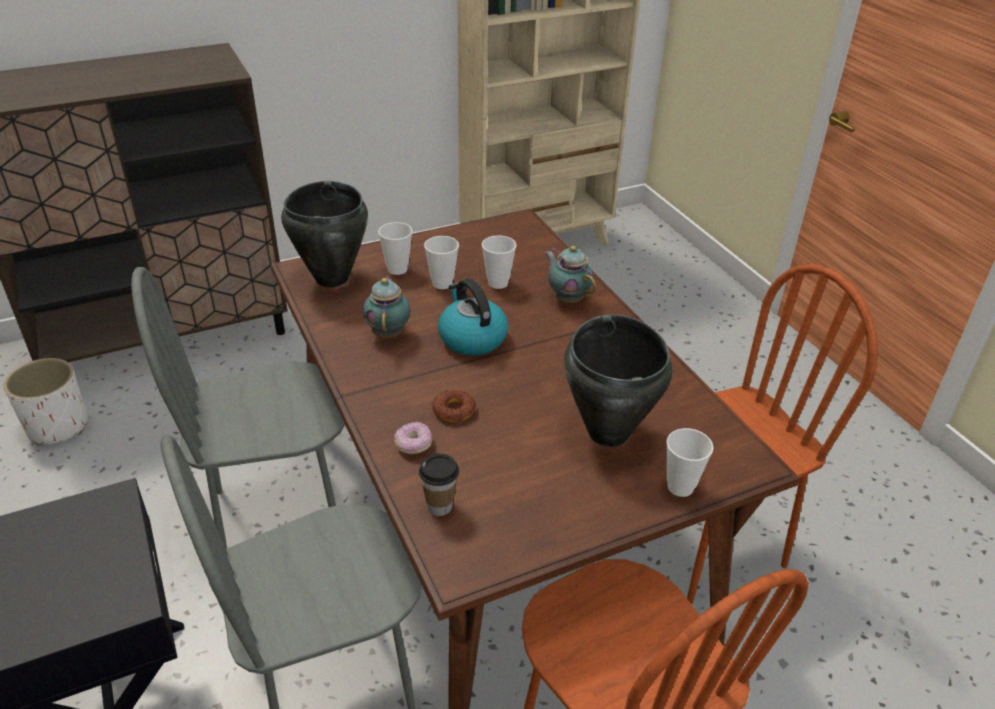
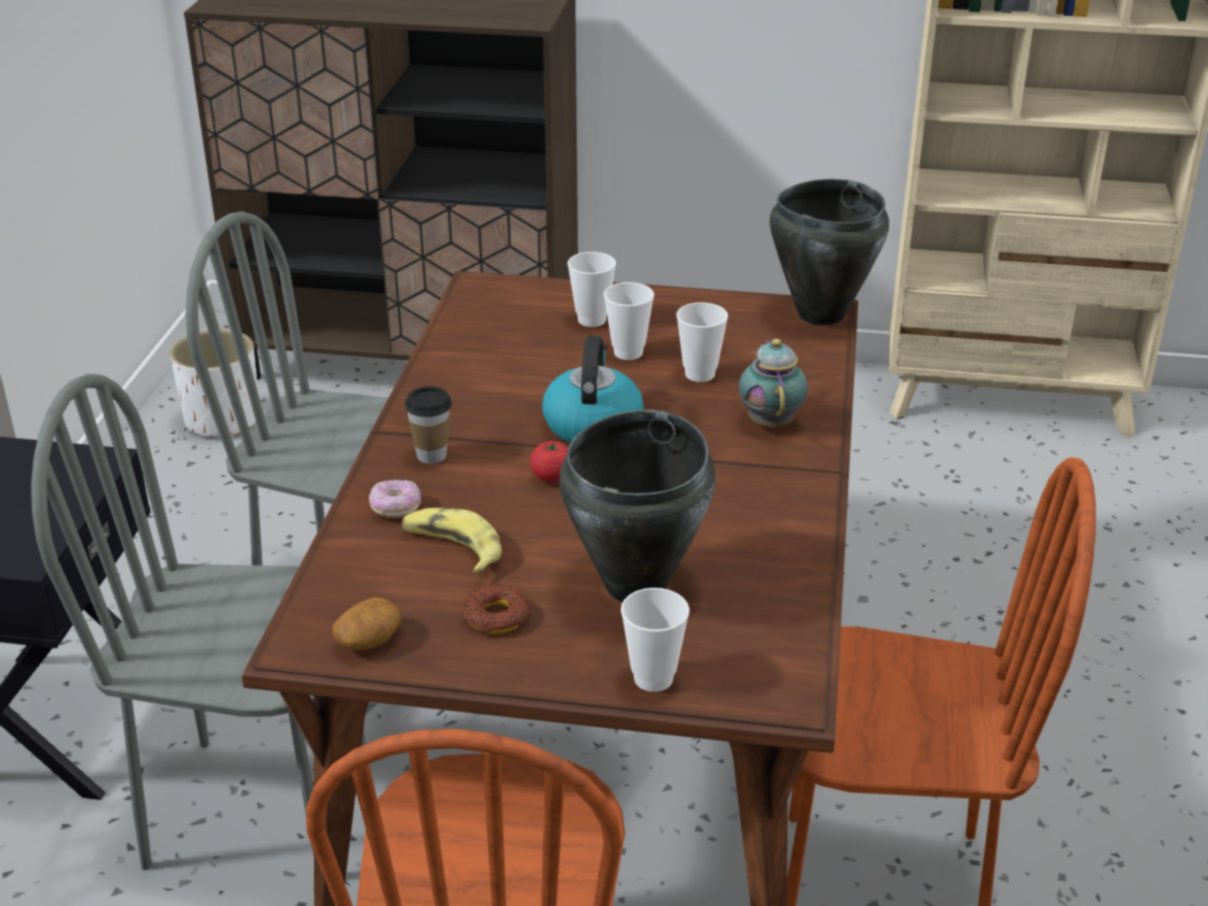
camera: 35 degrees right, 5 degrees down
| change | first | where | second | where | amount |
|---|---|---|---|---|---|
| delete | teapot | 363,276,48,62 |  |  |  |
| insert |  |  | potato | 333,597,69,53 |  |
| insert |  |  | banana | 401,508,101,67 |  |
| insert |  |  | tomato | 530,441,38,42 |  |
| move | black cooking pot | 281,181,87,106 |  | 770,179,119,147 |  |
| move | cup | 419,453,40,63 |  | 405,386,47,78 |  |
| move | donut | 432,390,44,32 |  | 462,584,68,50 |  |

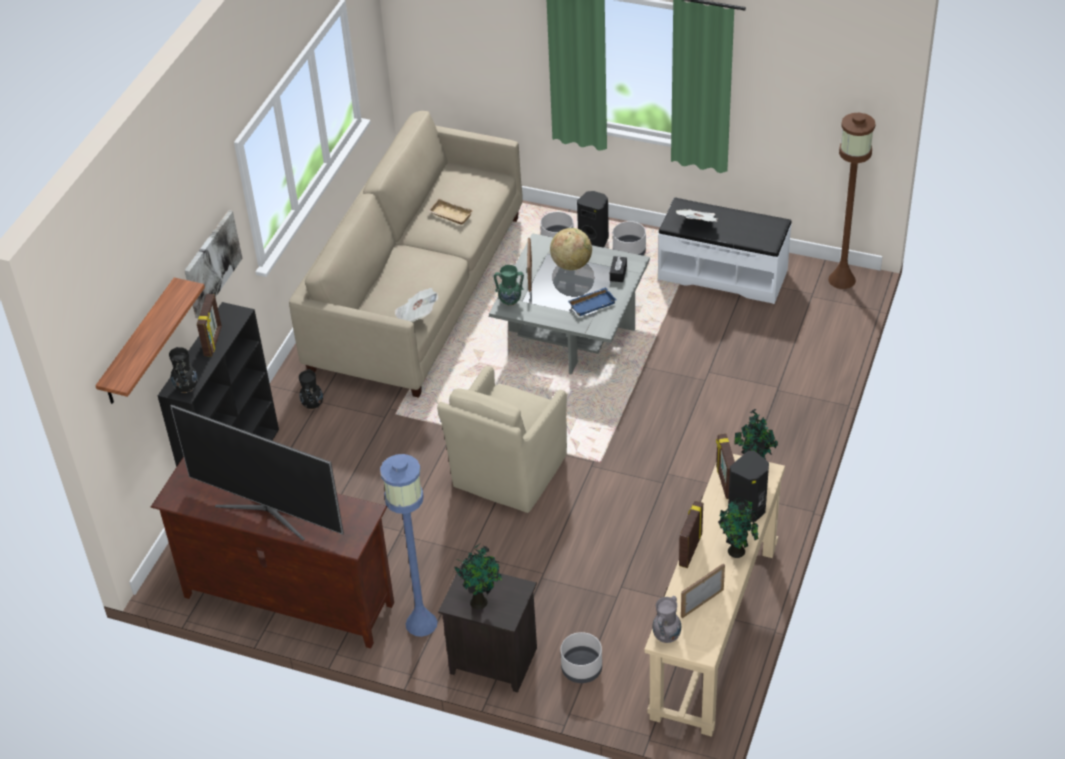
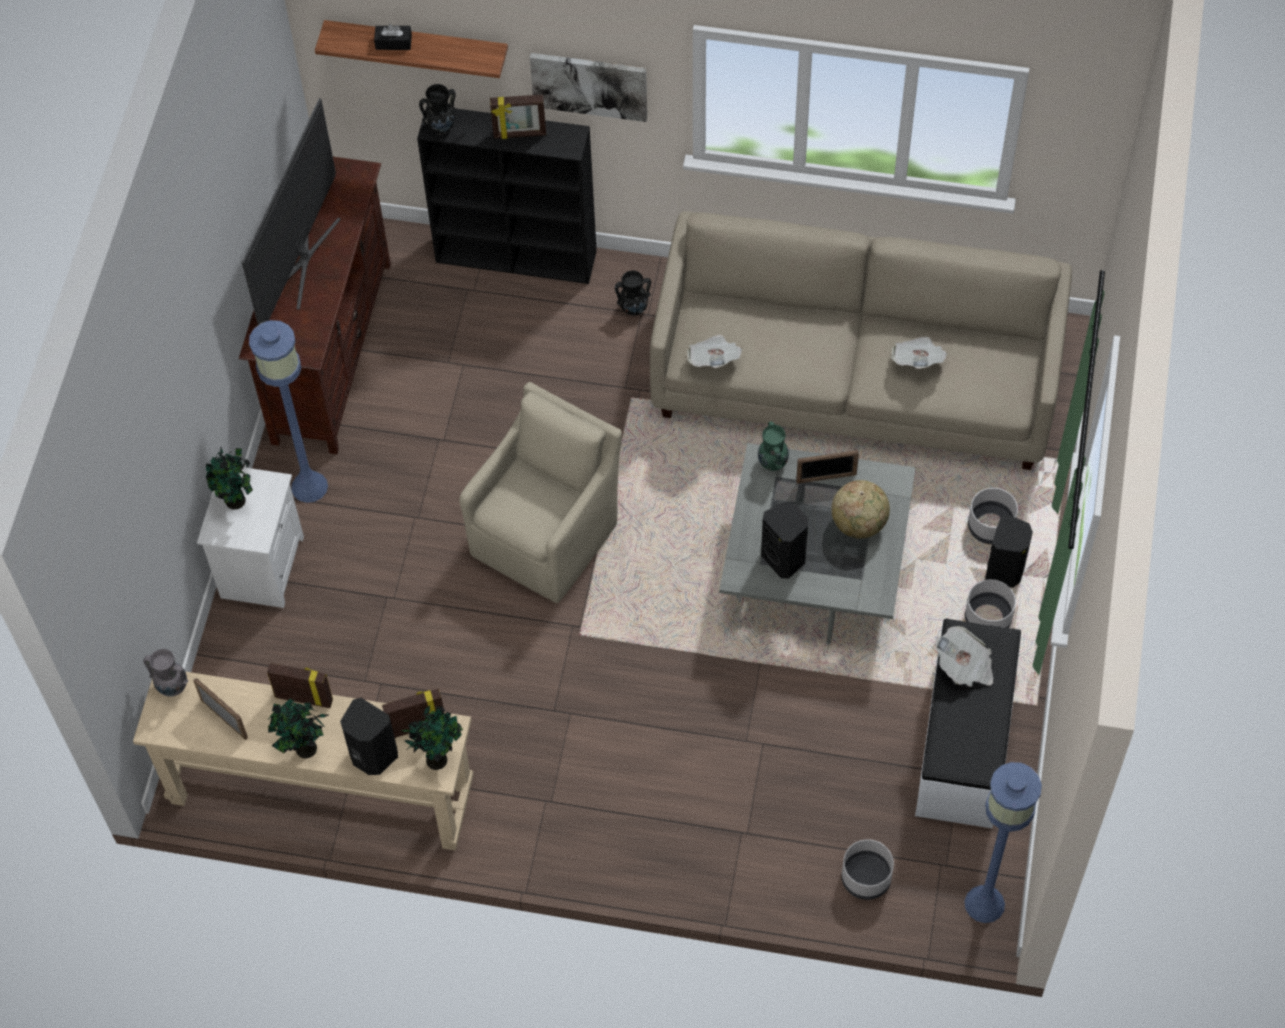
camera: 80 degrees right, 15 degrees up
| change | first | where | second | where | amount |
|---|---|---|---|---|---|
| move | grey planter | 561,632,41,51 |  | 842,839,52,61 |  |
| move | black tissue box | 610,255,17,27 |  | 374,24,38,26 |  |
| replace | beige tray | 428,199,45,26 | newspaper | 891,336,57,33 |  |
| replace | blue tray | 568,287,48,29 | black speaker | 761,501,47,78 |  |
| recolor | black nightstand | 438,564,99,128 | white nightstand | 197,467,107,141 |  |
| recolor | brown floor lamp | 828,113,47,176 | blue floor lamp | 965,762,77,161 |  |
| rotate | beige armchair | 437,366,130,147 |  | 459,382,163,221 | 105 degrees clockwise |

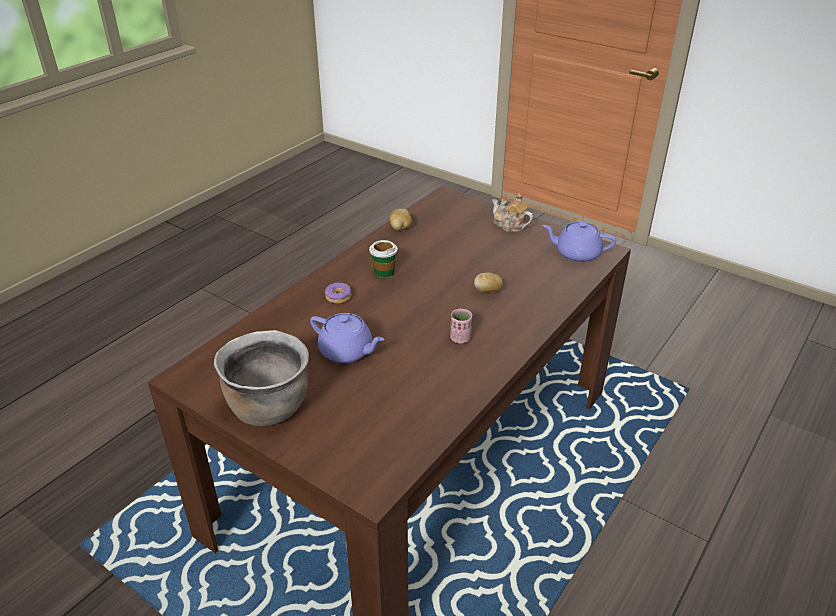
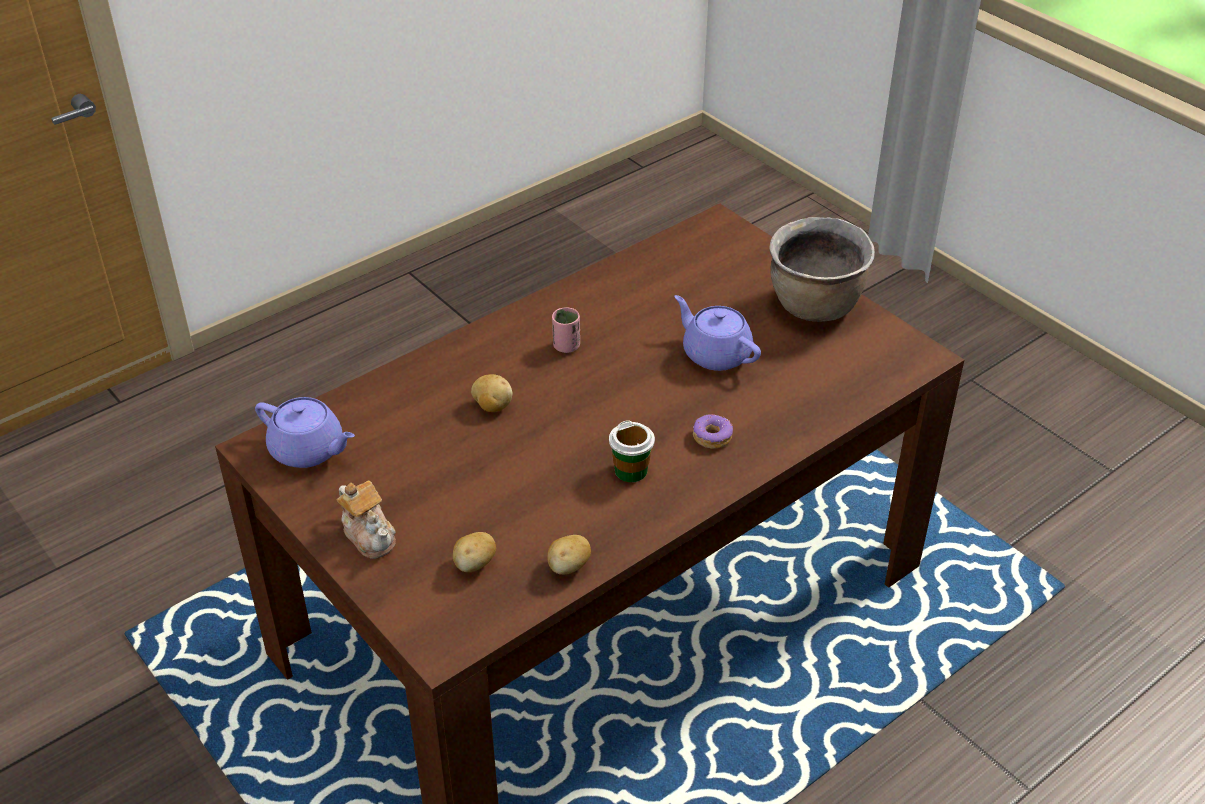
camera: 165 degrees left, 5 degrees up
| change | first | where | second | where | amount |
|---|---|---|---|---|---|
| insert |  |  | potato | 453,532,43,40 |  |

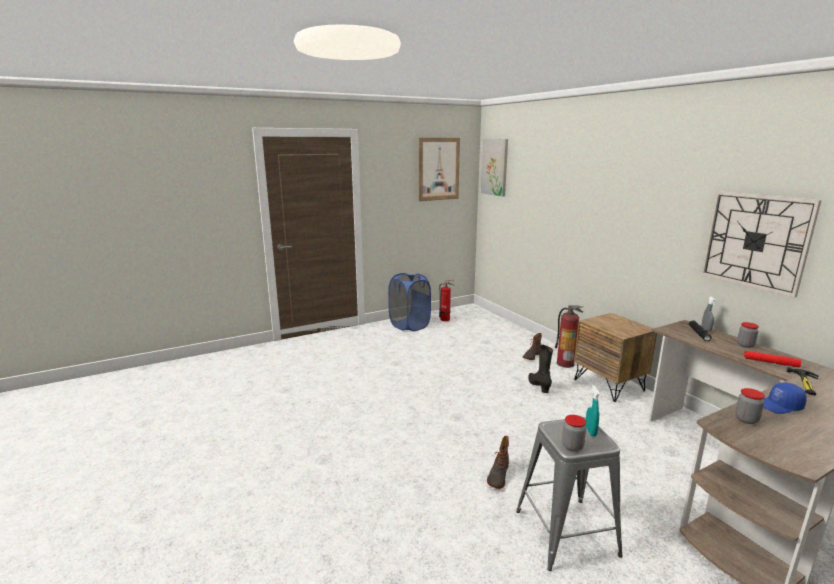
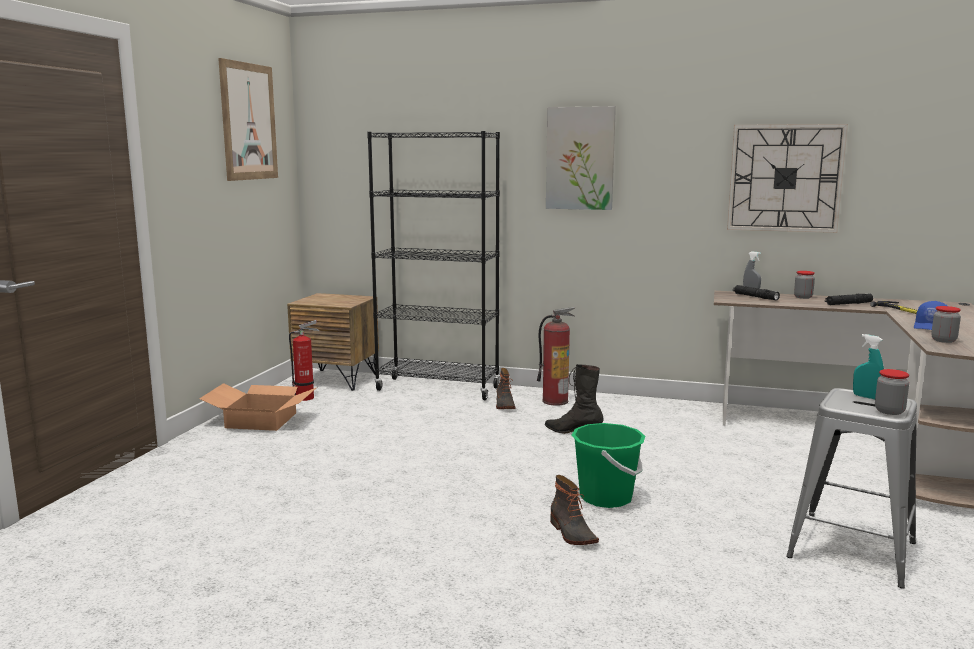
camera: 45 degrees left, 5 degrees down
| change | first | where | second | where | amount |
|---|---|---|---|---|---|
| insert |  |  | black bookcase | 367,131,133,269 |  |
| insert |  |  | green bucket | 572,423,73,85 |  |
| move | picture | 481,139,27,58 |  | 546,106,70,104 |  |
| move | boot | 487,436,22,53 |  | 550,475,49,70 |  |
| move | brown nightstand | 574,313,83,89 |  | 287,293,92,98 |  |
| replace | blue laundry basket | 388,273,43,58 | cardboard box | 199,383,117,48 |  |
| recolor | red flashlight | 744,351,57,16 | black flashlight | 825,293,48,12 |  |

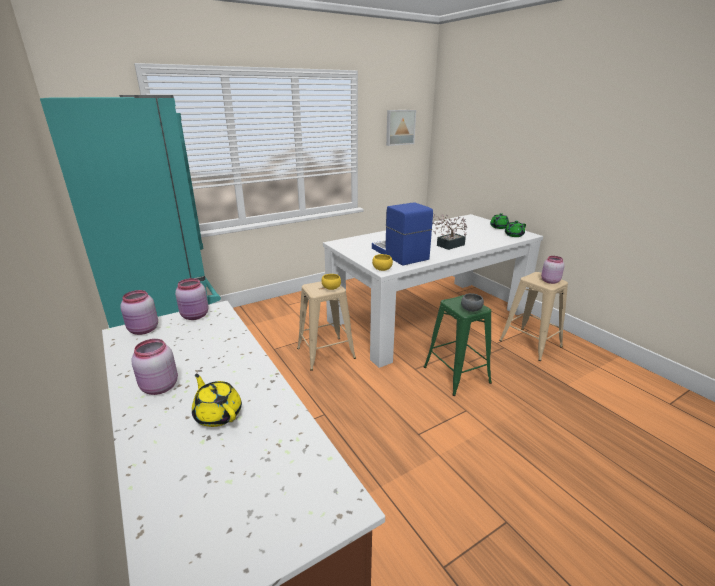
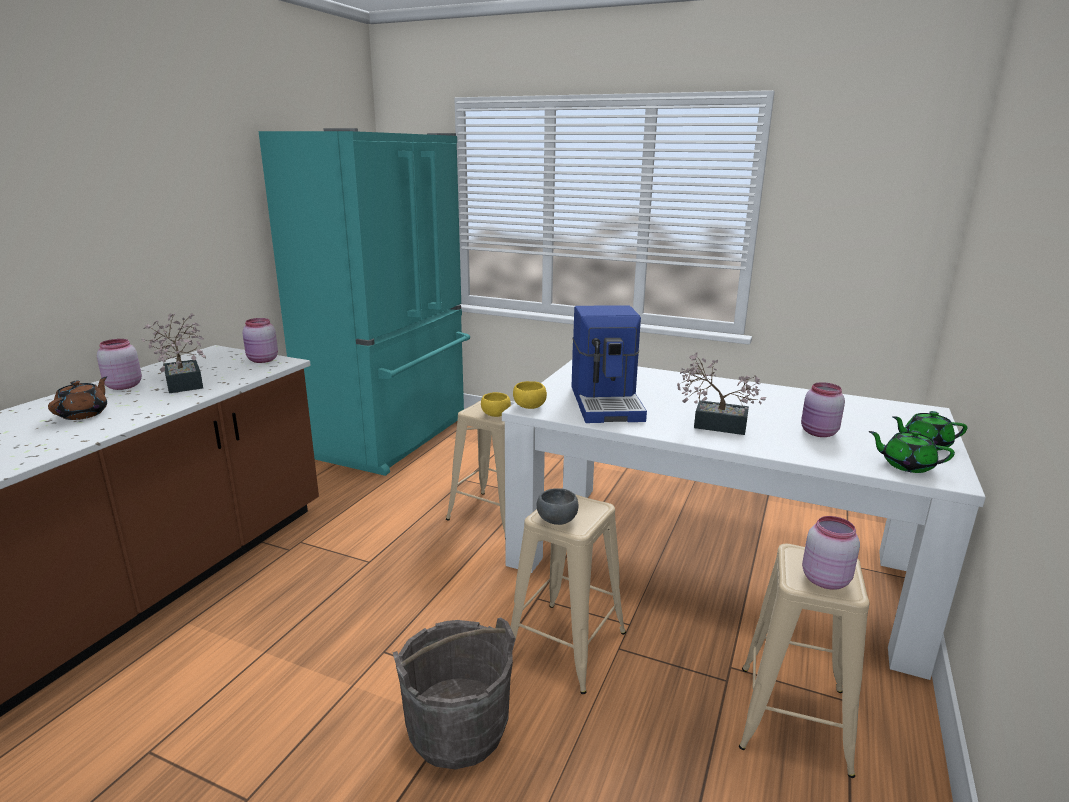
camera: 55 degrees right, 5 degrees down
| change | first | where | second | where | amount |
|---|---|---|---|---|---|
| delete | picture | 386,110,30,36 |  |  |  |
| insert |  |  | potted plant | 142,312,64,81 |  |
| insert |  |  | grey bucket | 393,617,123,153 |  |
| move | pink jar | 120,290,38,45 |  | 801,382,44,55 |  |
| recolor | yellow teapot | 192,374,50,53 | brown teapot | 48,376,59,44 |  |
| recolor | green stool | 424,295,68,101 | beige stool | 511,494,115,200 |  |
| rotate | coffee machine | 372,202,61,64 |  | 571,305,76,118 | 150 degrees clockwise |

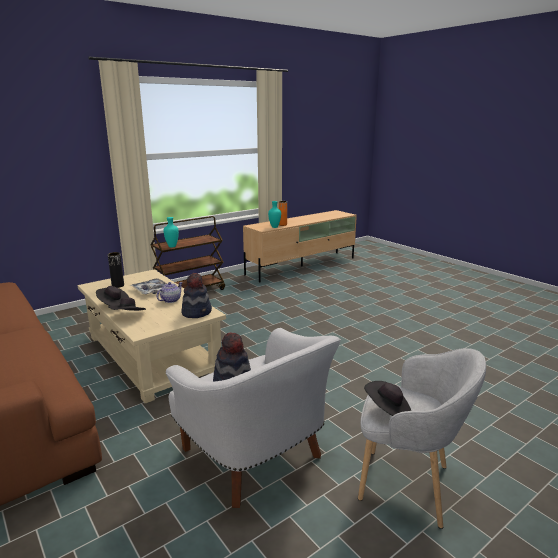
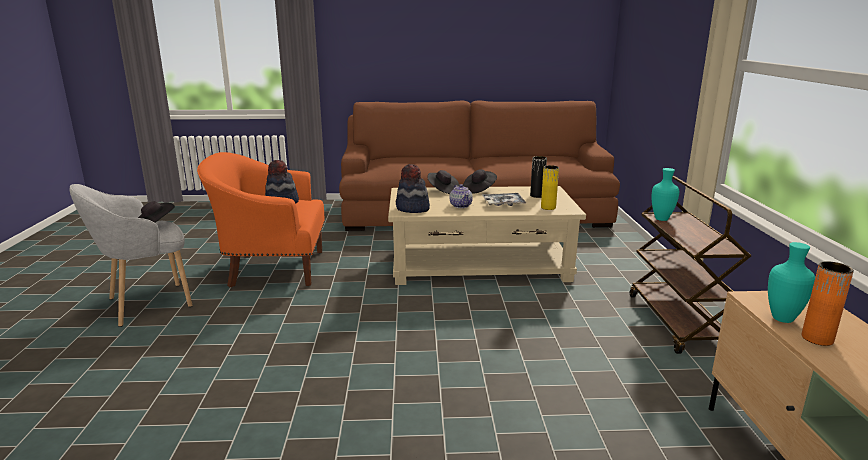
camera: 125 degrees right, 0 degrees up
| change | first | where | second | where | amount |
|---|---|---|---|---|---|
| insert |  |  | yellow vase | 541,165,18,45 |  |
| recolor | white armchair | 166,328,175,180 | orange armchair | 197,152,128,135 |  |

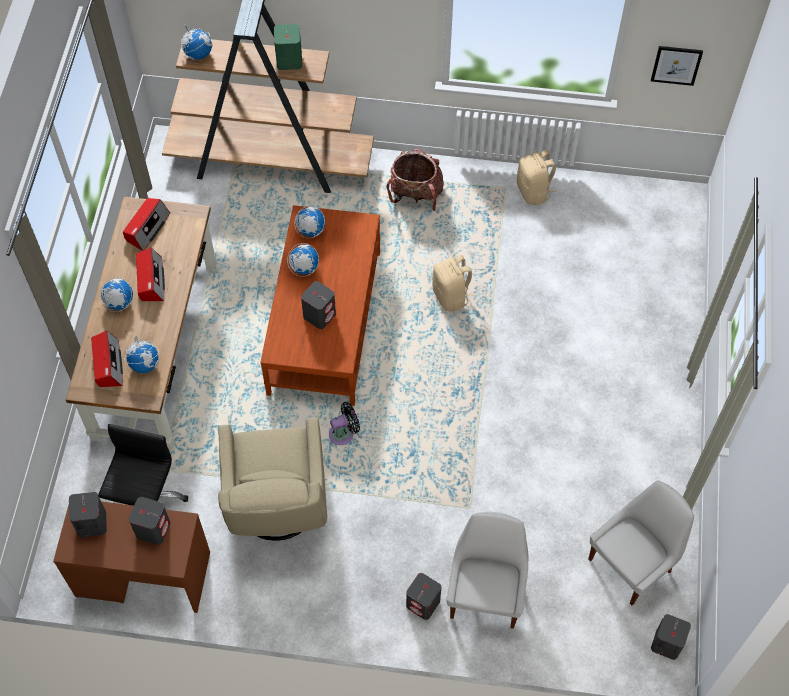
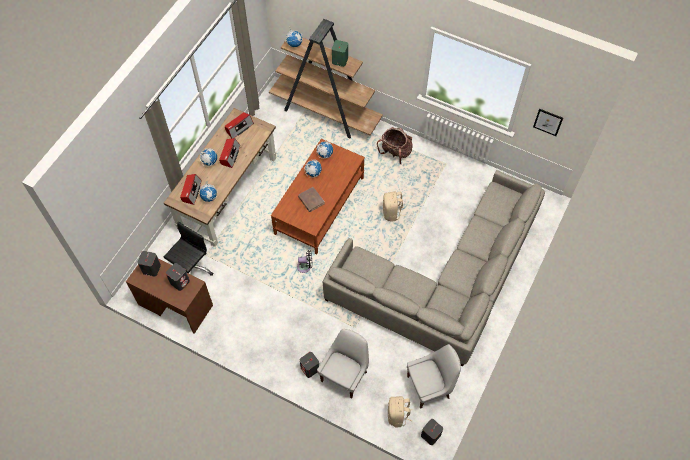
camera: 20 degrees right, 0 degrees up
| change | first | where | second | where | amount |
|---|---|---|---|---|---|
| delete | beige armchair | 218,417,109,124 |  |  |  |
| insert |  |  | grey sofa | 323,170,222,197 |  |
| move | beige backpack | 517,150,40,55 |  | 388,396,24,31 |  |
| replace | grey speaker | 301,281,35,48 | brown book | 298,187,27,25 |  |

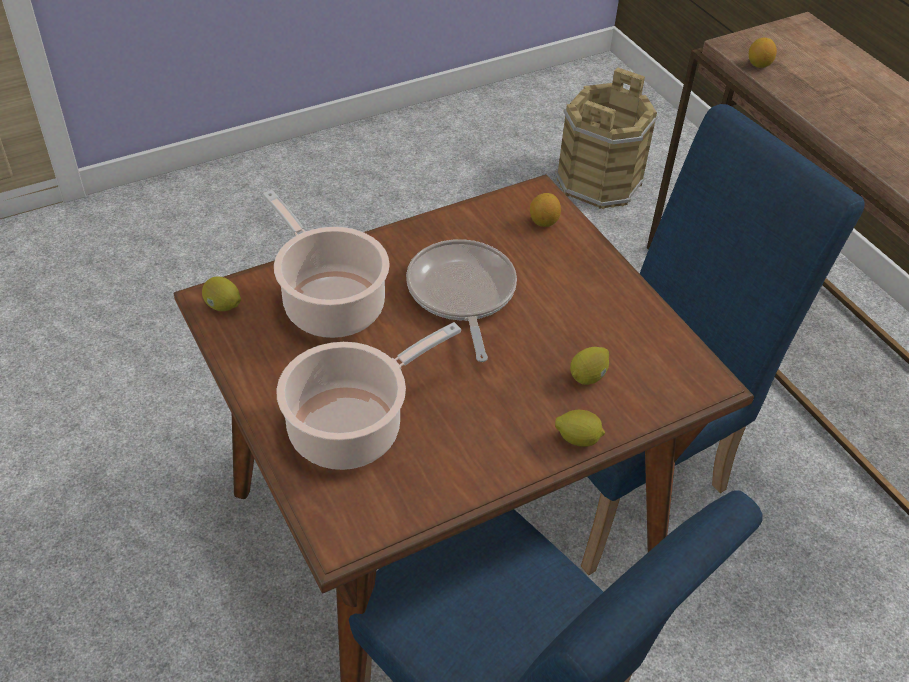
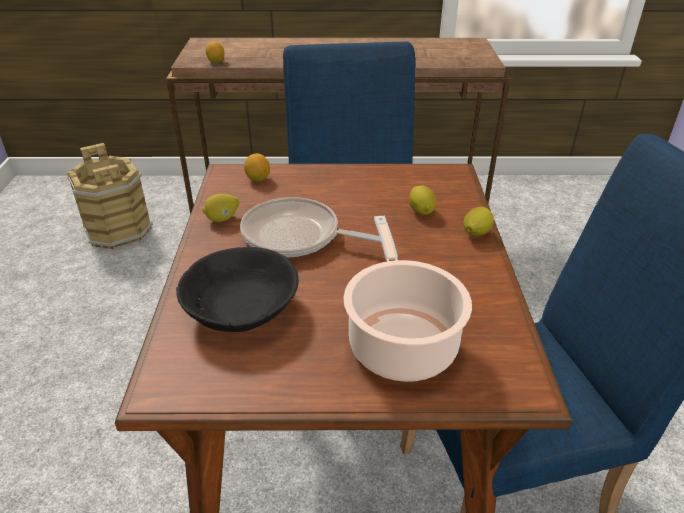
camera: 60 degrees left, 10 degrees down
| change | first | where | second | where | amount |
|---|---|---|---|---|---|
| move | lemon | 202,276,39,35 |  | 202,194,37,28 |  |
| replace | cooking pot | 263,190,127,148 | black bowl | 176,247,123,85 |  |

